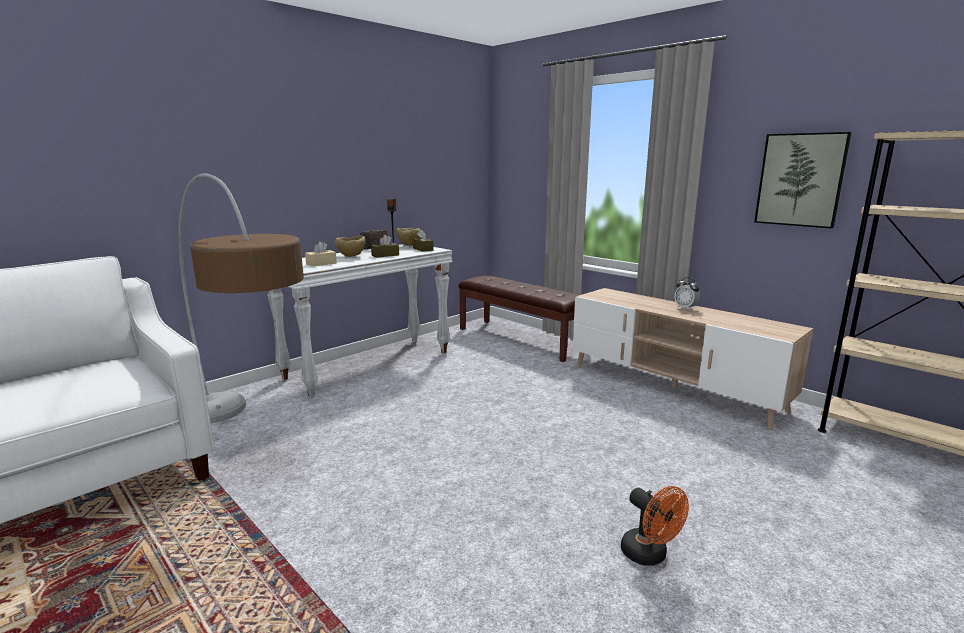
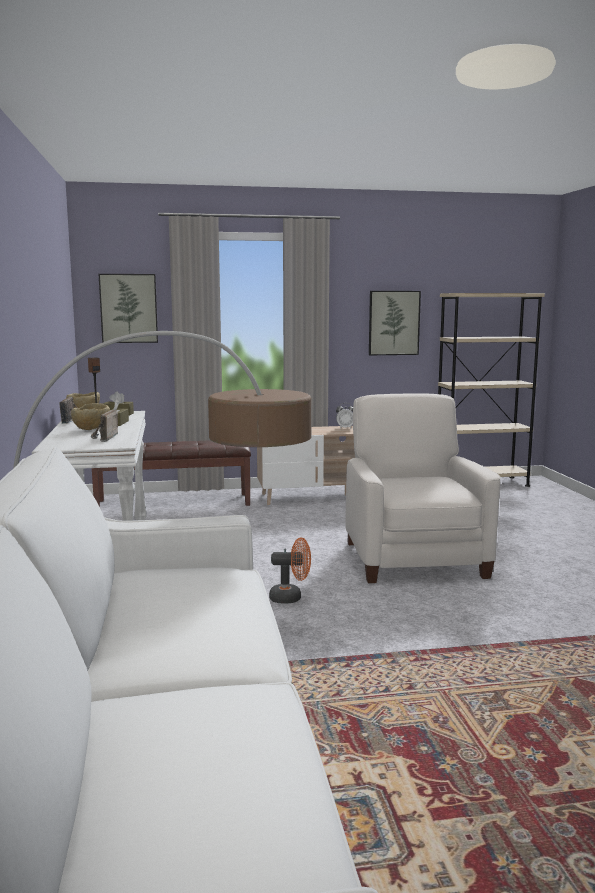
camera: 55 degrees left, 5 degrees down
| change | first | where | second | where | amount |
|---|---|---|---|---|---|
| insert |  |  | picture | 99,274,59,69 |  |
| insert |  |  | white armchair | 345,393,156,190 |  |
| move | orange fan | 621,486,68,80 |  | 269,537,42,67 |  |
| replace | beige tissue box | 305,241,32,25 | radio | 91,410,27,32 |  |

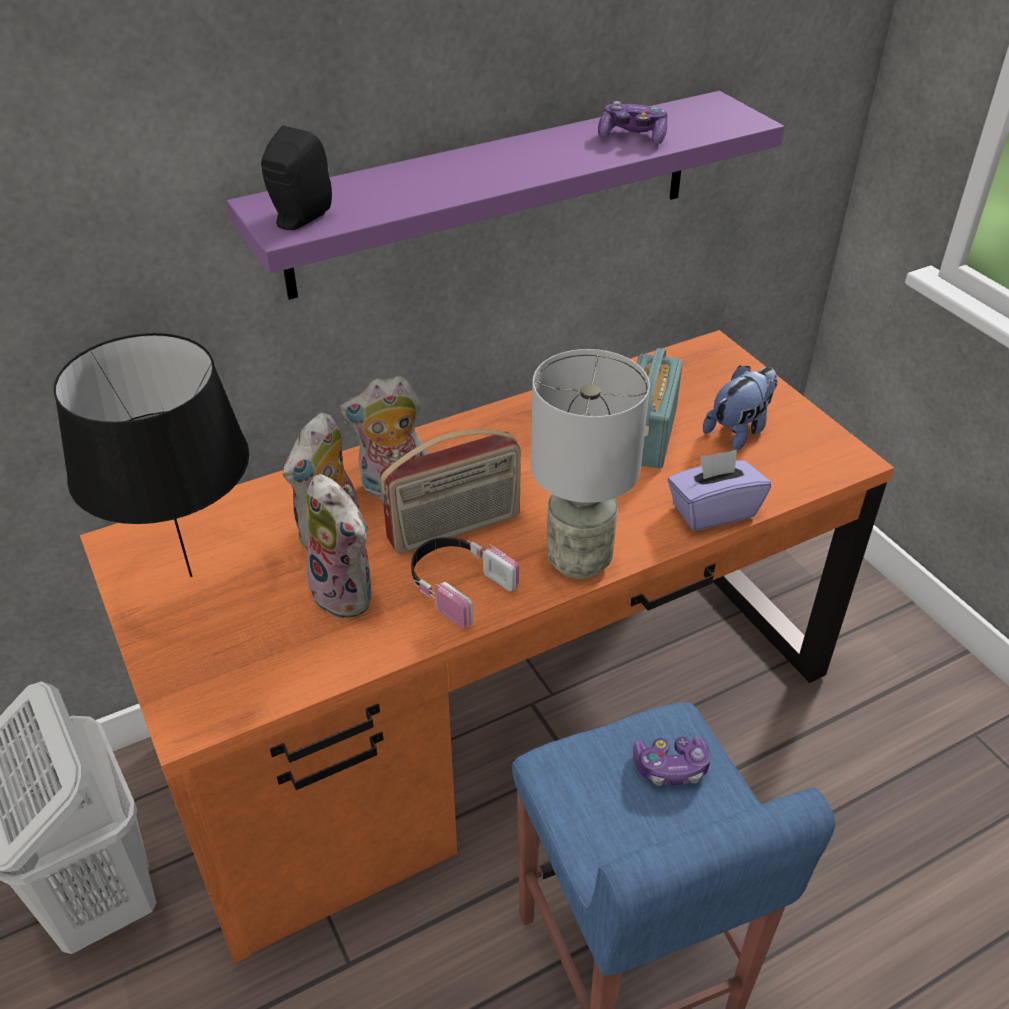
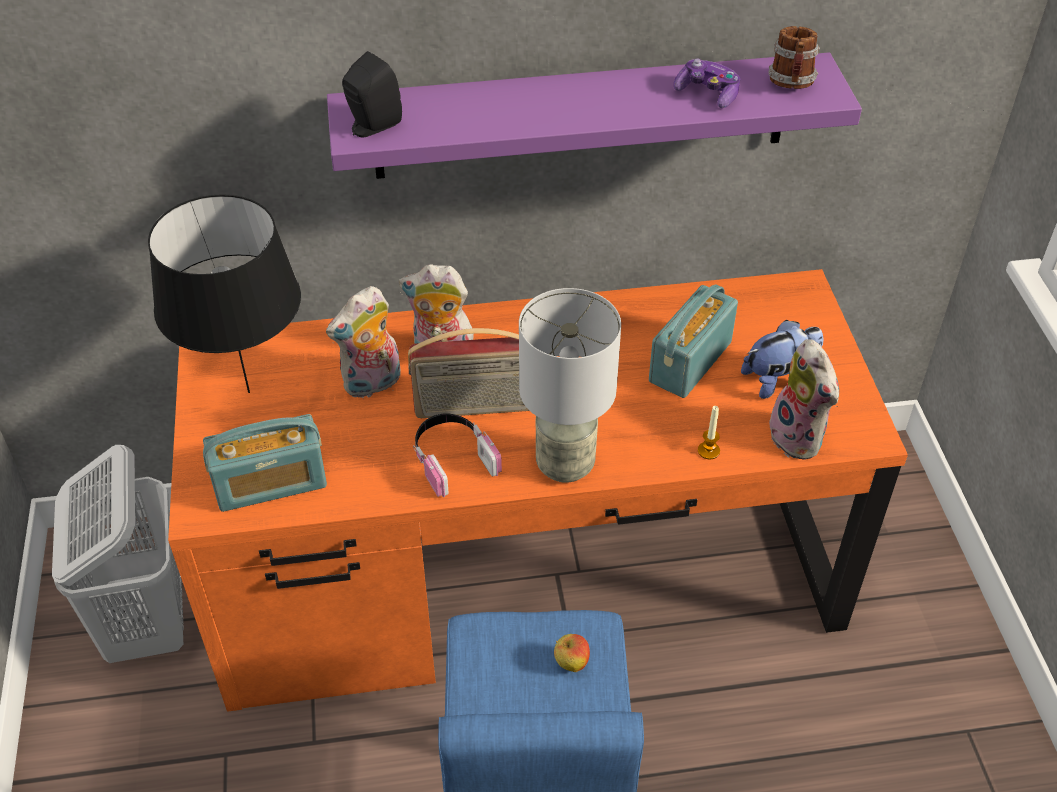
camera: 20 degrees right, 5 degrees up
| change | first | where | second | where | amount |
|---|---|---|---|---|---|
| insert |  |  | radio | 203,414,124,98 |  |
| insert |  |  | mug | 769,26,51,63 |  |
| move | plush toy | 306,474,65,145 |  | 765,339,74,121 |  |
| replace | game controller | 633,736,78,50 | apple | 554,634,36,38 |  |
| replace | purple tissue box | 668,450,103,81 | candle | 698,406,22,53 |  |

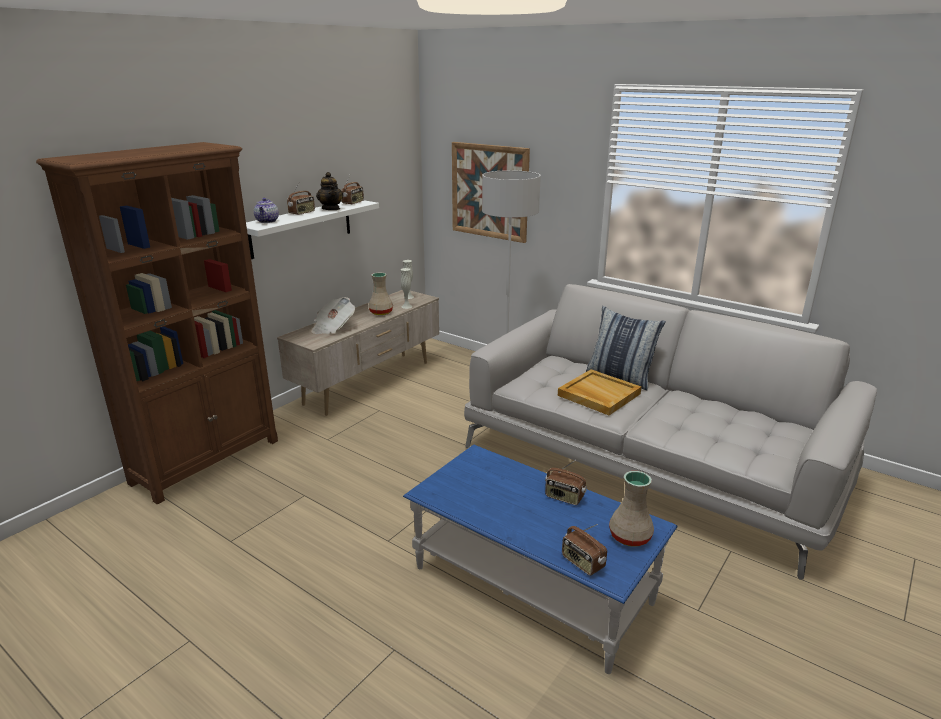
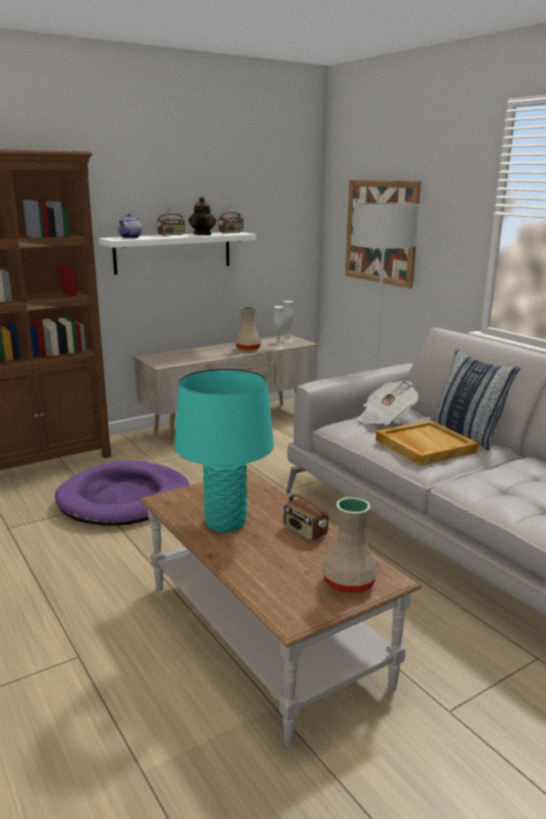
camera: 20 degrees right, 5 degrees down
| change | first | where | second | where | amount |
|---|---|---|---|---|---|
| delete | radio | 562,524,45,52 |  |  |  |
| insert |  |  | purple dog bed | 55,460,134,66 |  |
| insert |  |  | turquoise table lamp | 175,368,99,164 |  |
| move | newspaper | 311,297,44,37 |  | 358,381,61,44 |  |
| recolor | blue coffee table | 403,444,275,230 | brown coffee table | 140,469,281,278 |  |

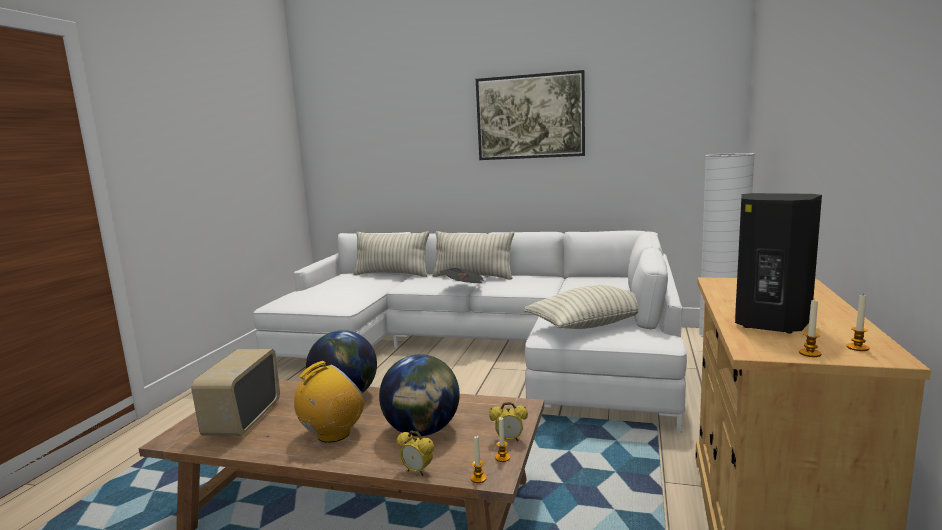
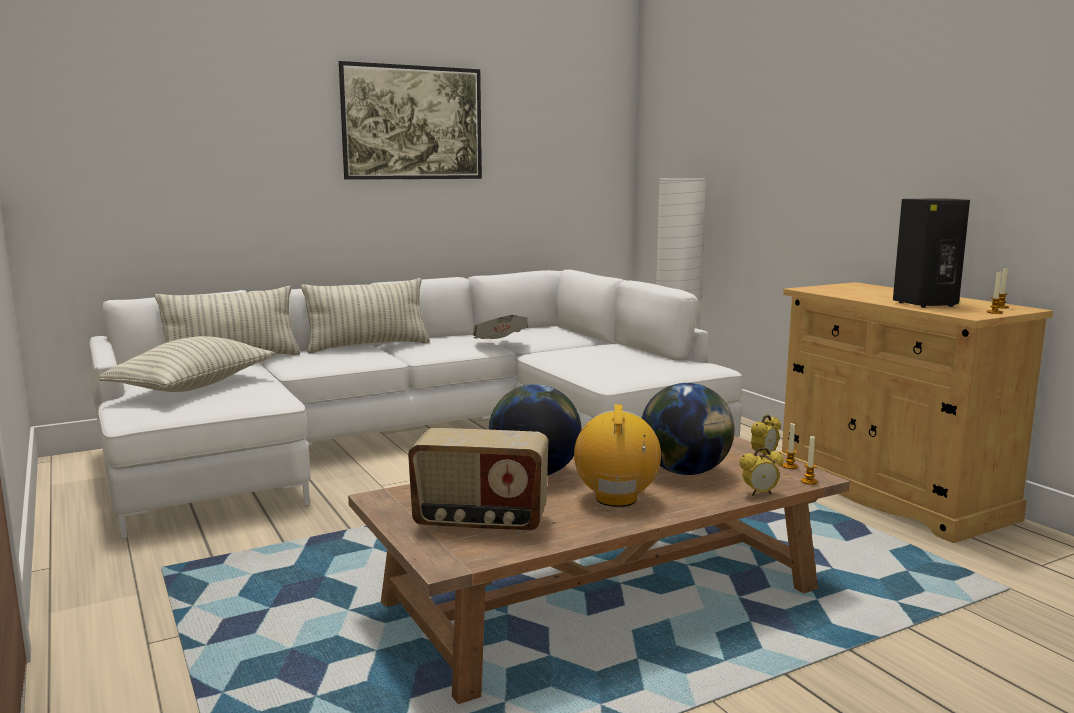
camera: 45 degrees left, 0 degrees up
| change | first | where | second | where | amount |
|---|---|---|---|---|---|
| move | newspaper | 440,268,44,15 |  | 473,315,55,24 |  |
| move | pillow | 524,285,115,44 |  | 99,336,176,56 |  |
| rotate | radio | 191,349,89,87 |  | 408,428,140,106 | 45 degrees counterclockwise |

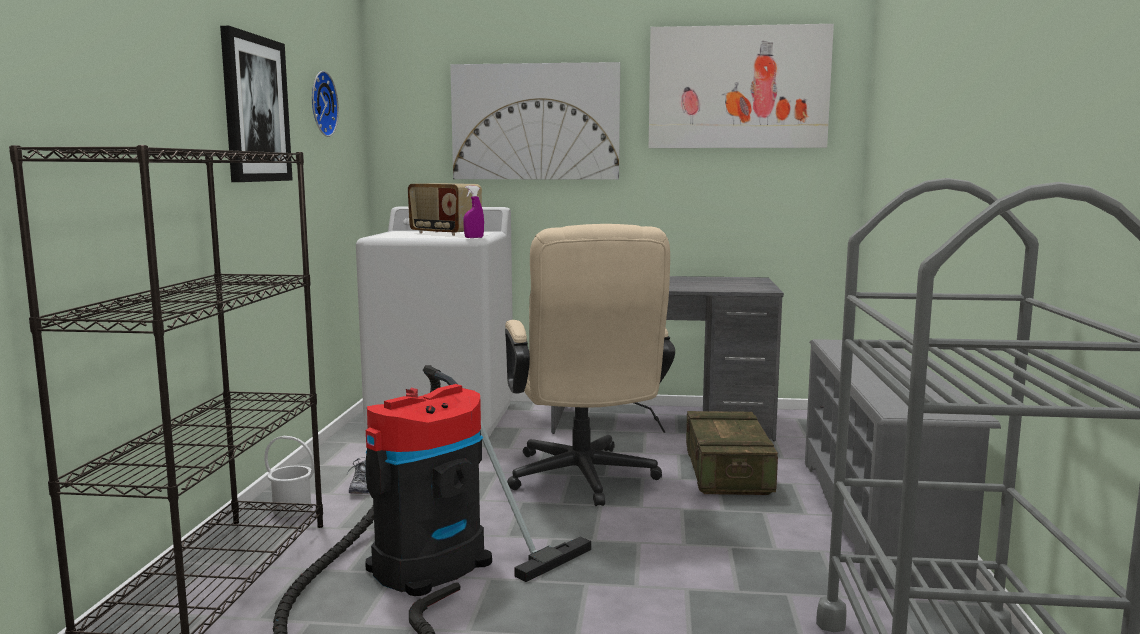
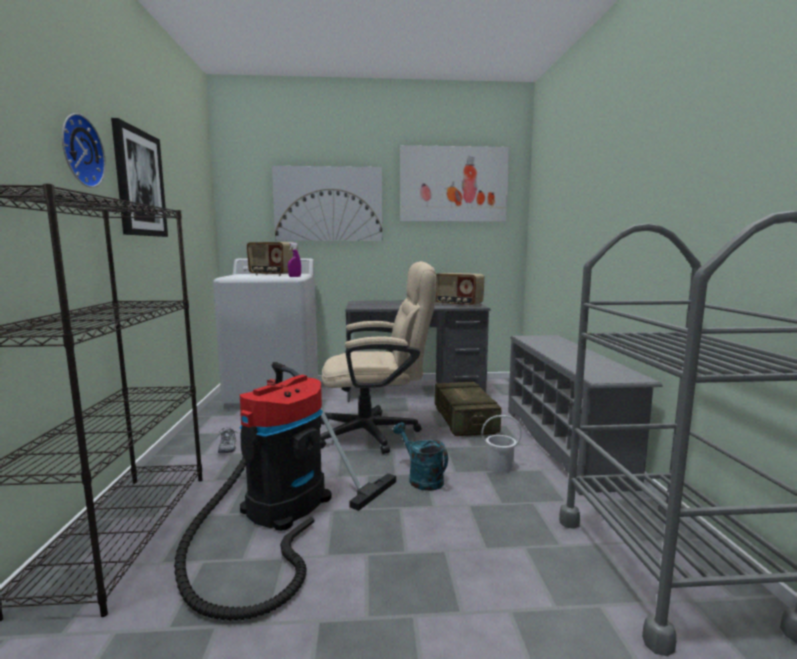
camera: 10 degrees left, 0 degrees up
| change | first | where | second | where | amount |
|---|---|---|---|---|---|
| insert |  |  | turquoise watering can | 393,422,55,69 |  |
| insert |  |  | radio | 436,273,49,34 |  |
| move | white bucket | 264,436,50,82 |  | 481,415,41,58 |  |
| move | wall clock | 312,71,27,66 |  | 62,113,44,75 |  |
| rotate | beige office chair | 505,224,170,282 |  | 320,261,117,193 | 75 degrees counterclockwise |

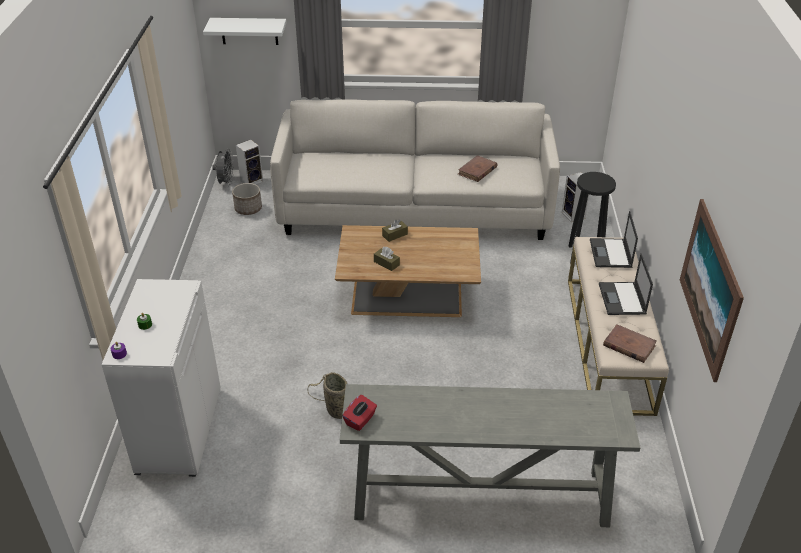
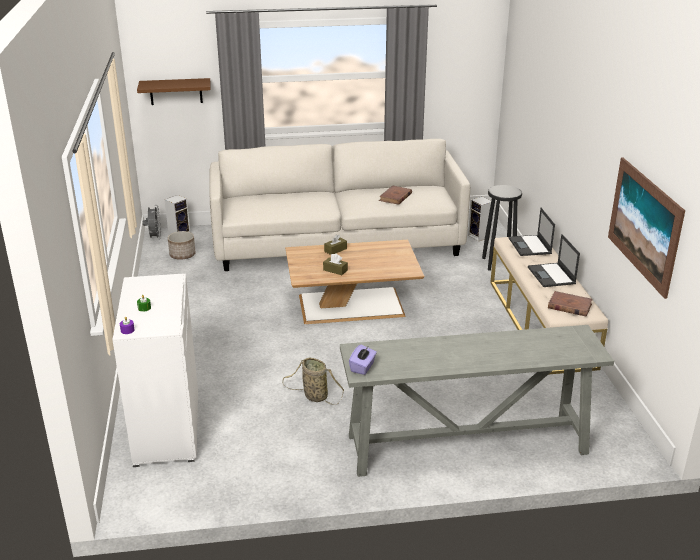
camera: 10 degrees left, 10 degrees down
| change | first | where | second | where | amount |
|---|---|---|---|---|---|
| recolor | white shelf | 203,18,84,27 | brown shelf | 137,78,73,27 |  |
| recolor | red tissue box | 342,395,35,36 | purple tissue box | 349,345,28,30 |  |

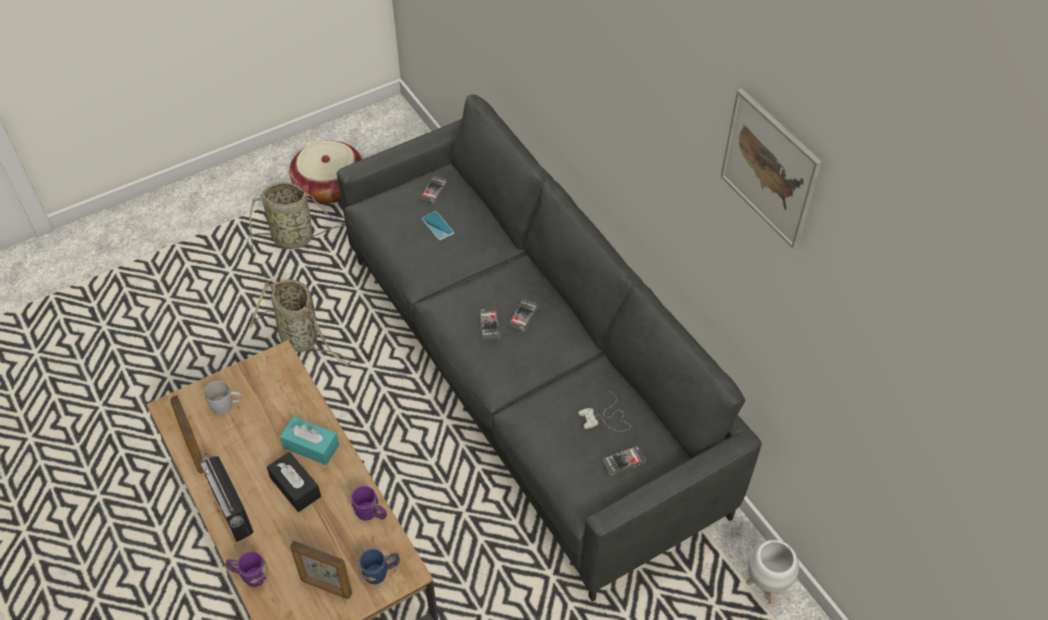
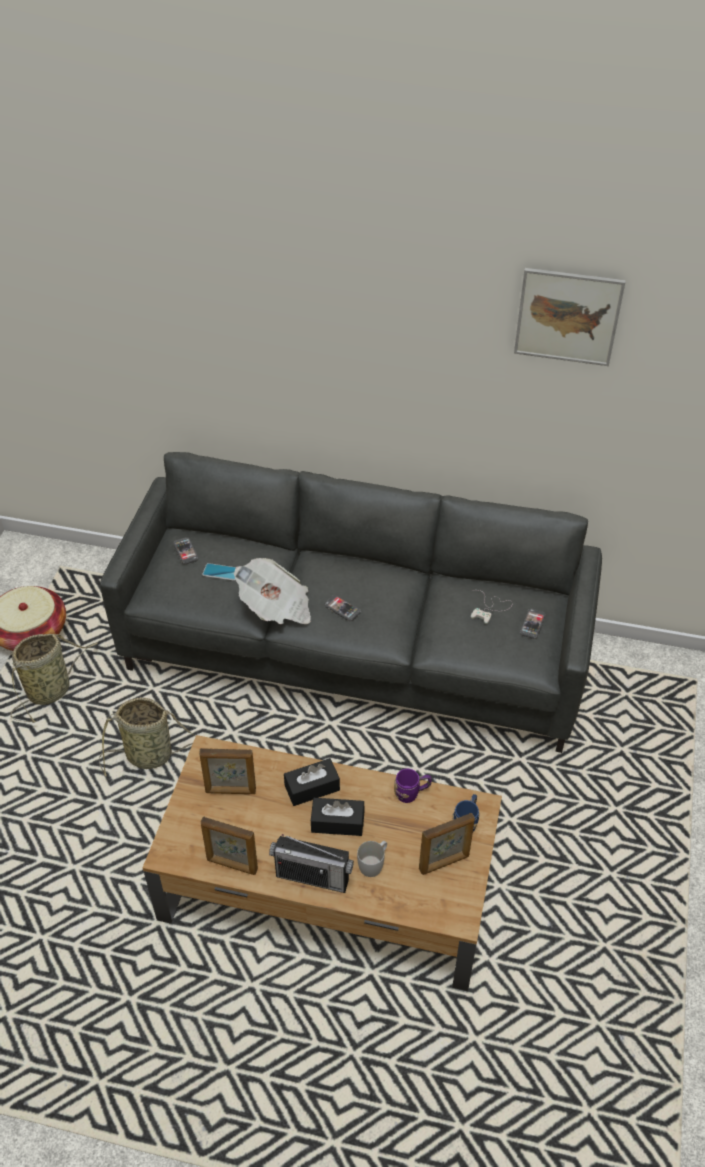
camera: 45 degrees left, 5 degrees down
| change | first | where | second | where | amount |
|---|---|---|---|---|---|
| delete | purple mug | 225,551,43,36 |  |  |  |
| delete | phone | 508,299,31,33 |  |  |  |
| delete | white planter | 746,540,53,65 |  |  |  |
| insert |  |  | picture frame | 199,748,57,46 |  |
| insert |  |  | newspaper | 234,558,77,66 |  |
| move | white mug | 204,381,38,33 |  | 357,841,30,36 |  |
| recolor | turquoise tissue box | 280,416,59,49 | black tissue box | 284,758,56,48 |  |

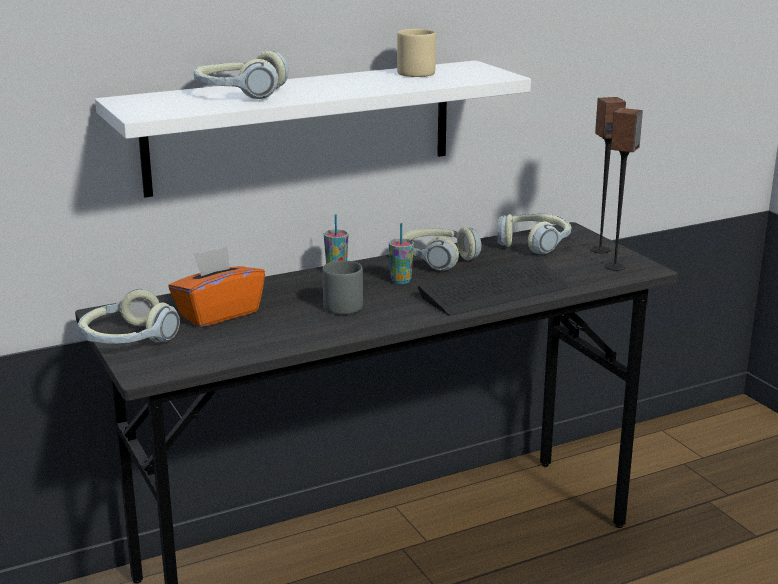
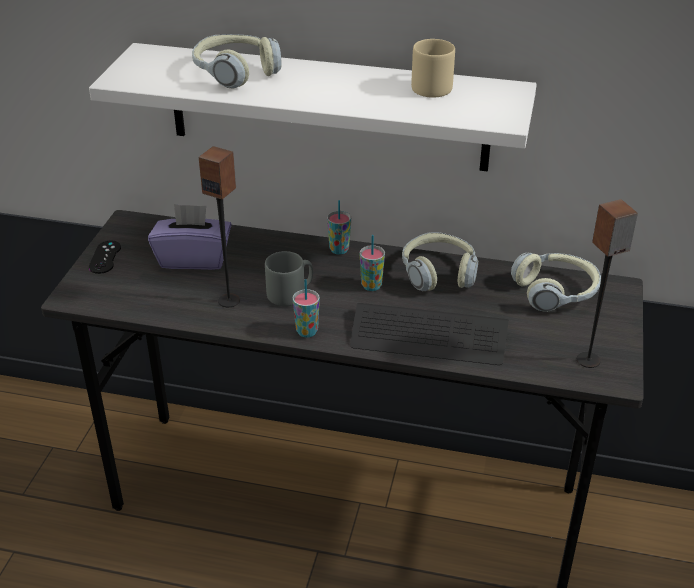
camera: 40 degrees right, 15 degrees up
| change | first | where | second | where | amount |
|---|---|---|---|---|---|
| insert |  |  | cup | 292,279,28,59 |  |
| move | speaker | 590,97,36,157 |  | 199,146,41,161 |  |
| replace | headphones | 78,289,102,55 | black game controller | 89,241,32,33 |  |
| recolor | orange tissue box | 169,247,96,80 | purple tissue box | 148,204,84,66 |  |

